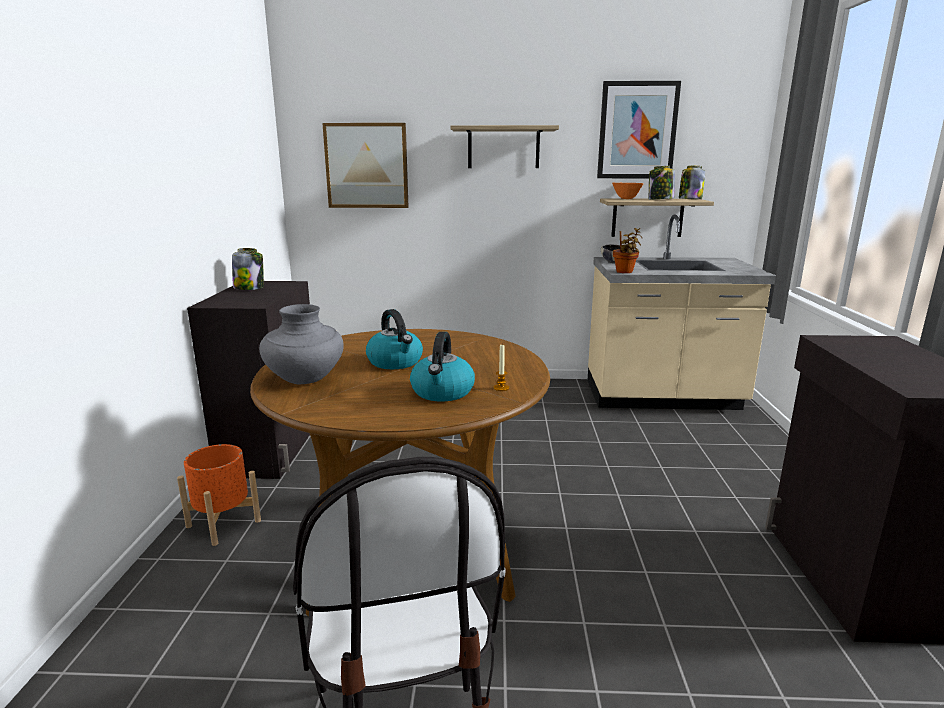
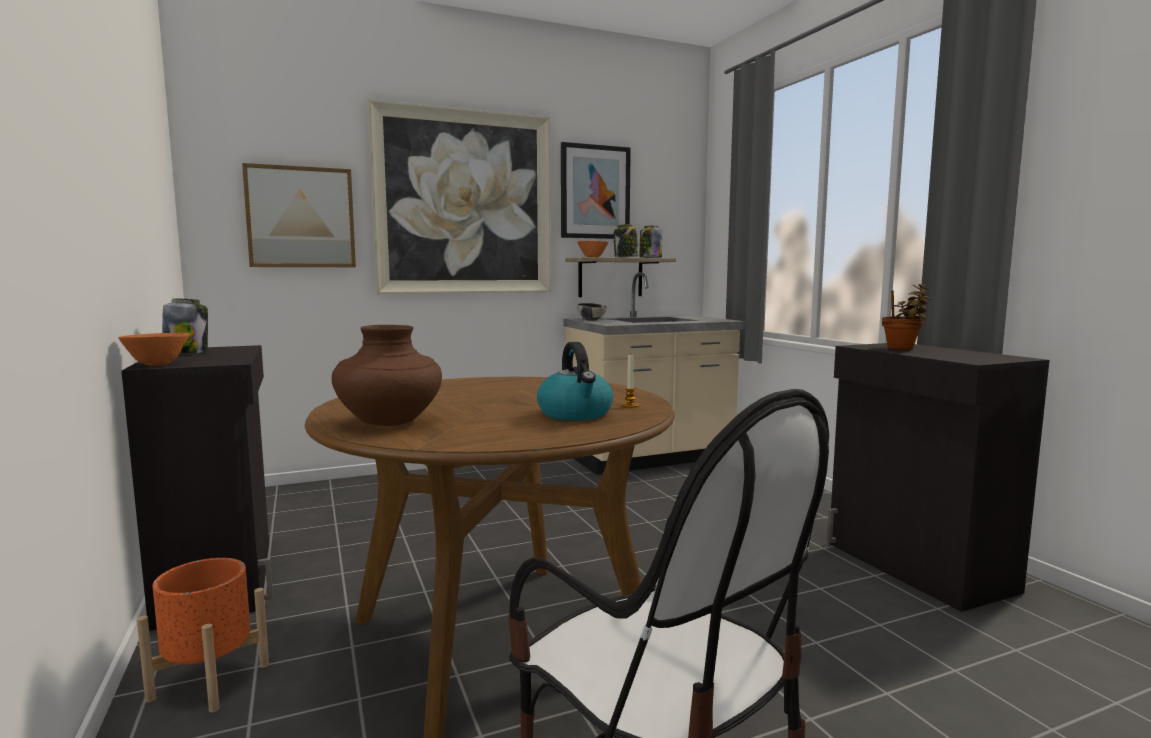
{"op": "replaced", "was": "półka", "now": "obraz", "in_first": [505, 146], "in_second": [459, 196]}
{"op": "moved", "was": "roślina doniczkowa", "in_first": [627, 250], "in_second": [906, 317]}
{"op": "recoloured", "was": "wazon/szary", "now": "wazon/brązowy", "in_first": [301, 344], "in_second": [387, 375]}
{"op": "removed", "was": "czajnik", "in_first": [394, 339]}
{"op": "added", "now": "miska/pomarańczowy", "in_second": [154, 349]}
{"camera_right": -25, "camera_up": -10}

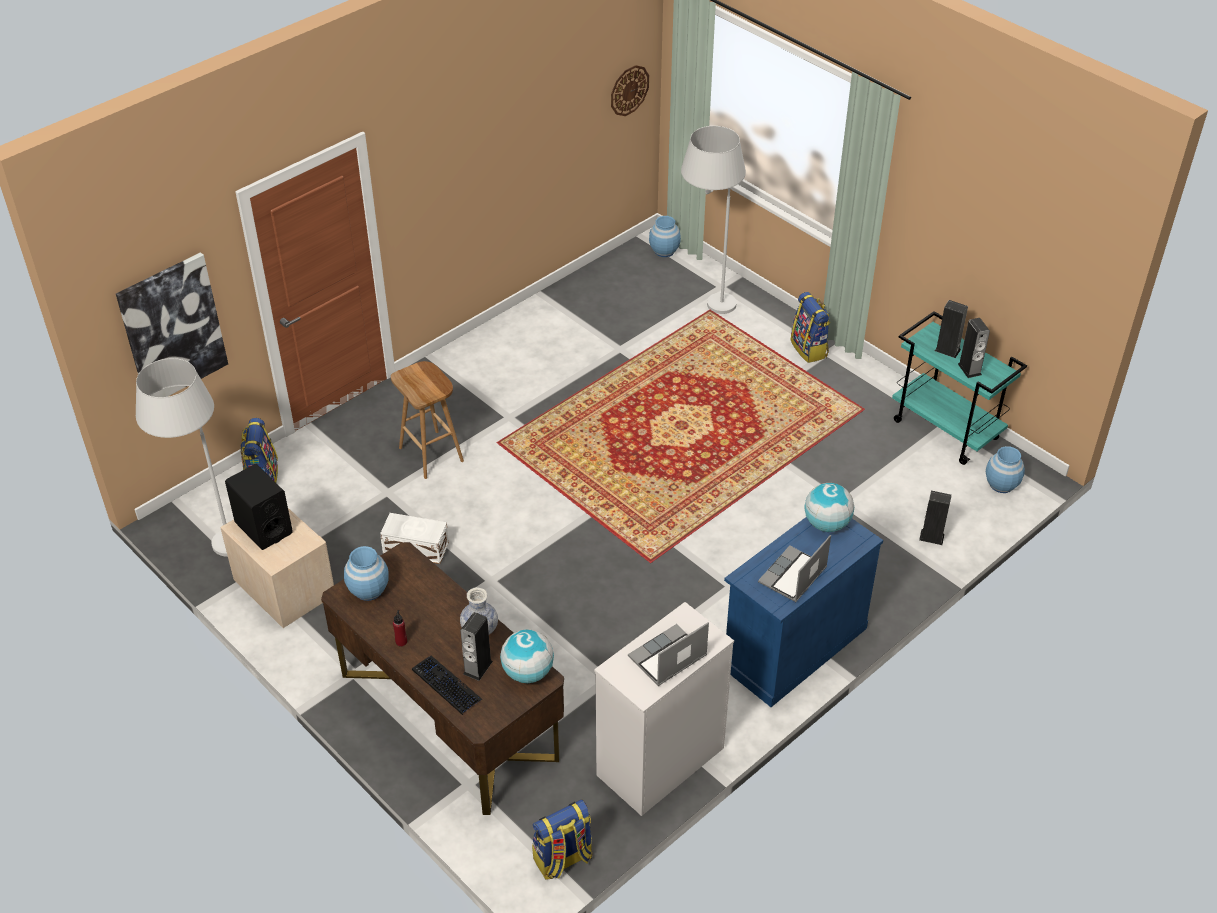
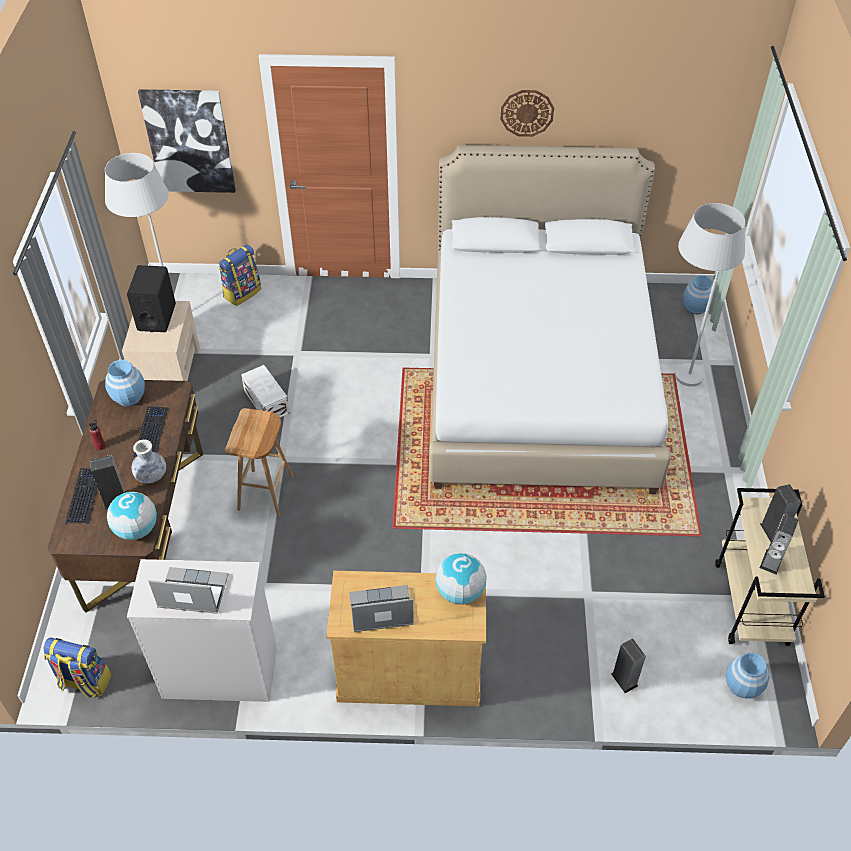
{"op": "moved", "was": "zegar ścienny", "in_first": [630, 90], "in_second": [527, 113]}
{"op": "removed", "was": "plecak", "in_first": [811, 327]}
{"op": "recoloured", "was": "wózek/turkusowy", "now": "wózek/beżowy", "in_first": [959, 388], "in_second": [770, 567]}
{"op": "moved", "was": "stołek/brązowy", "in_first": [427, 420], "in_second": [259, 462]}
{"op": "recoloured", "was": "szafka/niebieski", "now": "szafka/beżowy", "in_first": [803, 612], "in_second": [406, 639]}
{"op": "added", "now": "łóżko/biały", "in_second": [550, 319]}
{"op": "added", "now": "klawiatura", "in_second": [151, 431]}
{"camera_right": 45, "camera_up": 5}

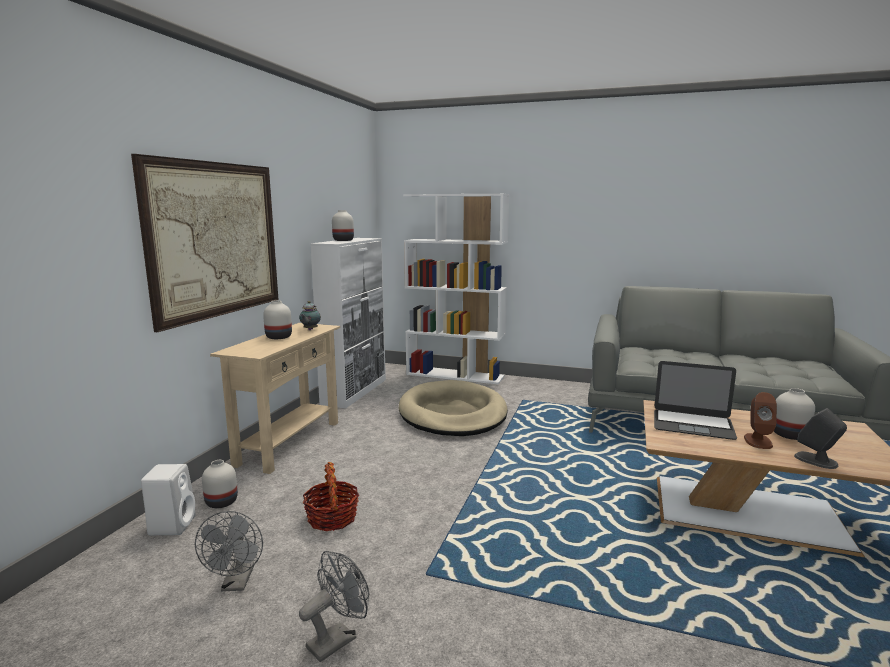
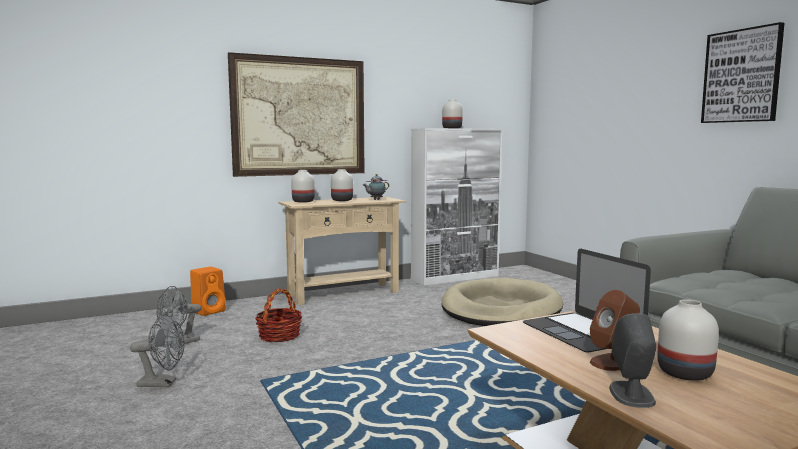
{"op": "removed", "was": "regał/biały", "in_first": [456, 289]}
{"op": "moved", "was": "wazon/biały", "in_first": [220, 484], "in_second": [303, 186]}
{"op": "recoloured", "was": "głośnik/biały", "now": "głośnik/pomarańczowy", "in_first": [168, 499], "in_second": [208, 291]}
{"op": "added", "now": "obraz", "in_second": [743, 72]}
{"camera_right": 45, "camera_up": -5}

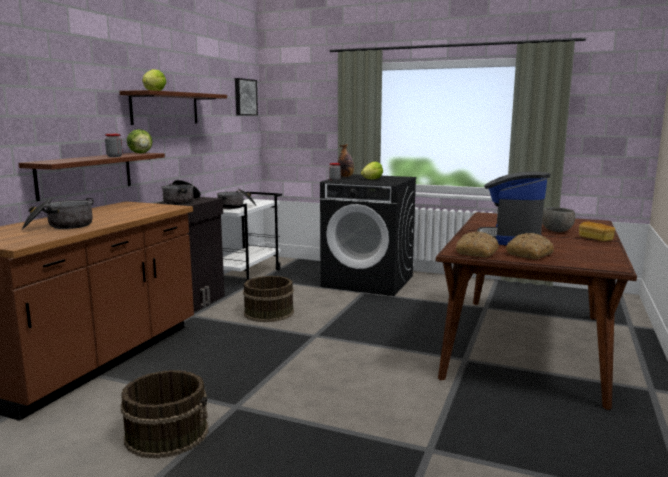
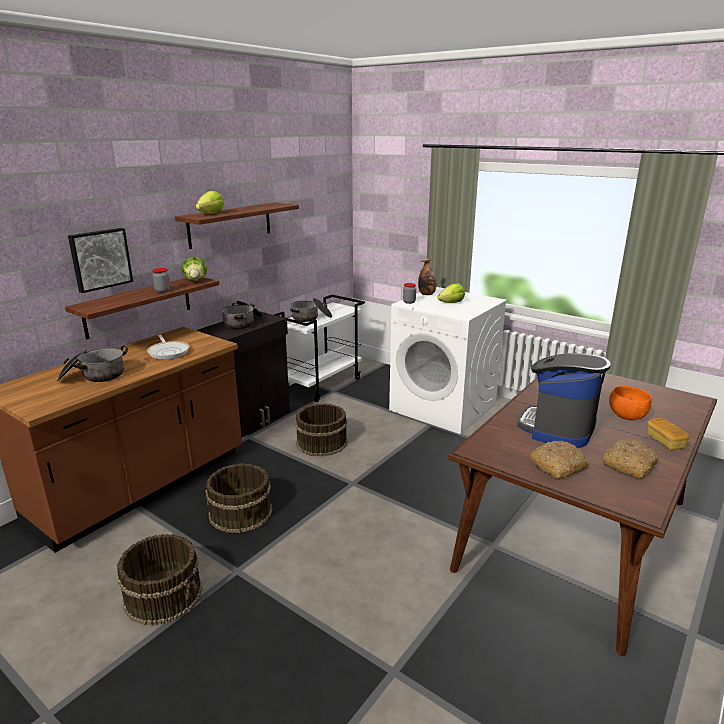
{"op": "moved", "was": "obraz", "in_first": [246, 97], "in_second": [100, 260]}
{"op": "recoloured", "was": "pralka/czarny", "now": "pralka/biały", "in_first": [368, 235], "in_second": [448, 360]}
{"op": "recoloured", "was": "miska/szary", "now": "miska/pomarańczowy", "in_first": [558, 219], "in_second": [630, 403]}
{"op": "moved", "was": "chleb", "in_first": [477, 244], "in_second": [630, 459]}
{"op": "added", "now": "patelnia", "in_second": [168, 347]}
{"op": "added", "now": "wiadro/brązowy", "in_second": [238, 498]}
{"camera_right": 15, "camera_up": 10}

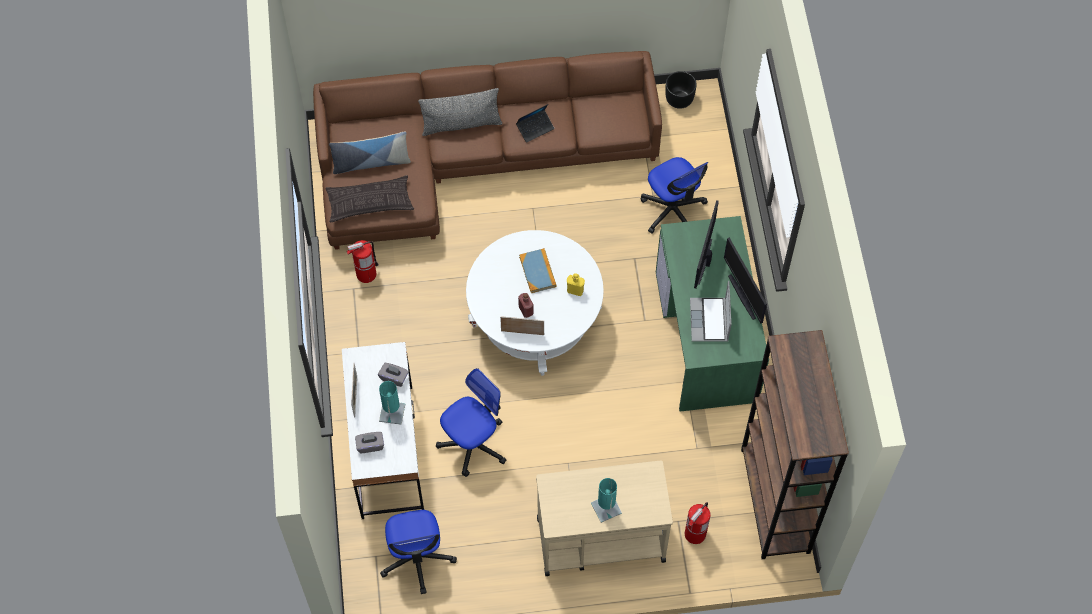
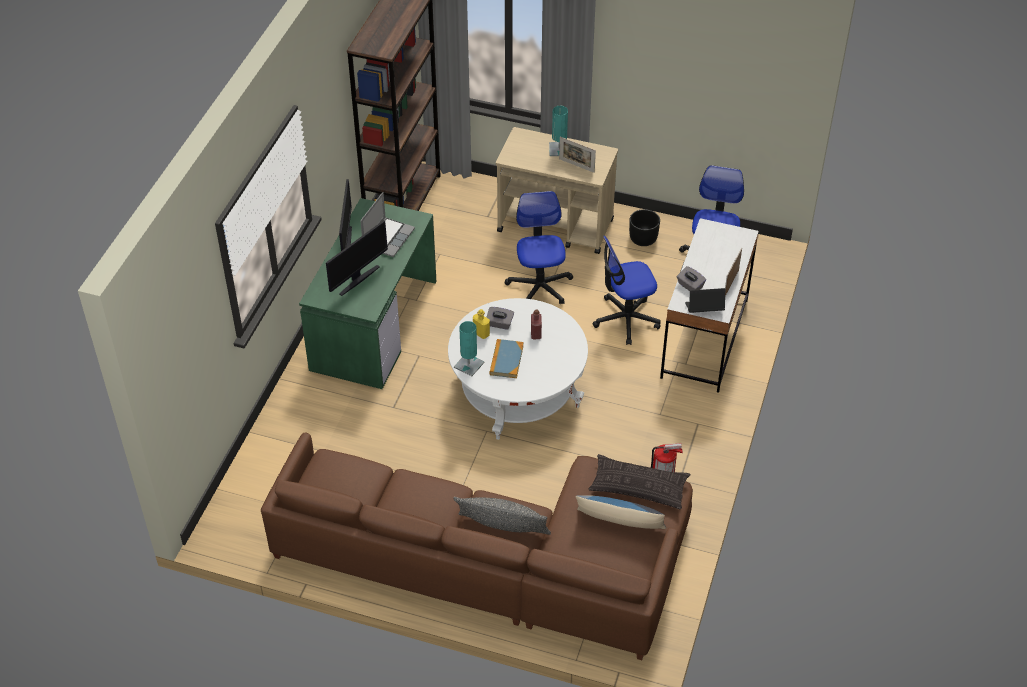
{"op": "moved", "was": "donica/czarny", "in_first": [681, 90], "in_second": [644, 227]}
{"op": "moved", "was": "laptop", "in_first": [535, 123], "in_second": [705, 300]}
{"op": "moved", "was": "krzesło biurowe", "in_first": [674, 195], "in_second": [539, 247]}
{"op": "moved", "was": "ramka na zdjęcie", "in_first": [522, 325], "in_second": [577, 155]}
{"op": "moved", "was": "lampa stołowa/turkusowy", "in_first": [392, 403], "in_second": [469, 348]}
{"op": "moved", "was": "pudełko chusteczek/szary", "in_first": [369, 442], "in_second": [500, 318]}
{"op": "removed", "was": "gaśnica", "in_first": [698, 523]}
{"camera_right": -155, "camera_up": -15}

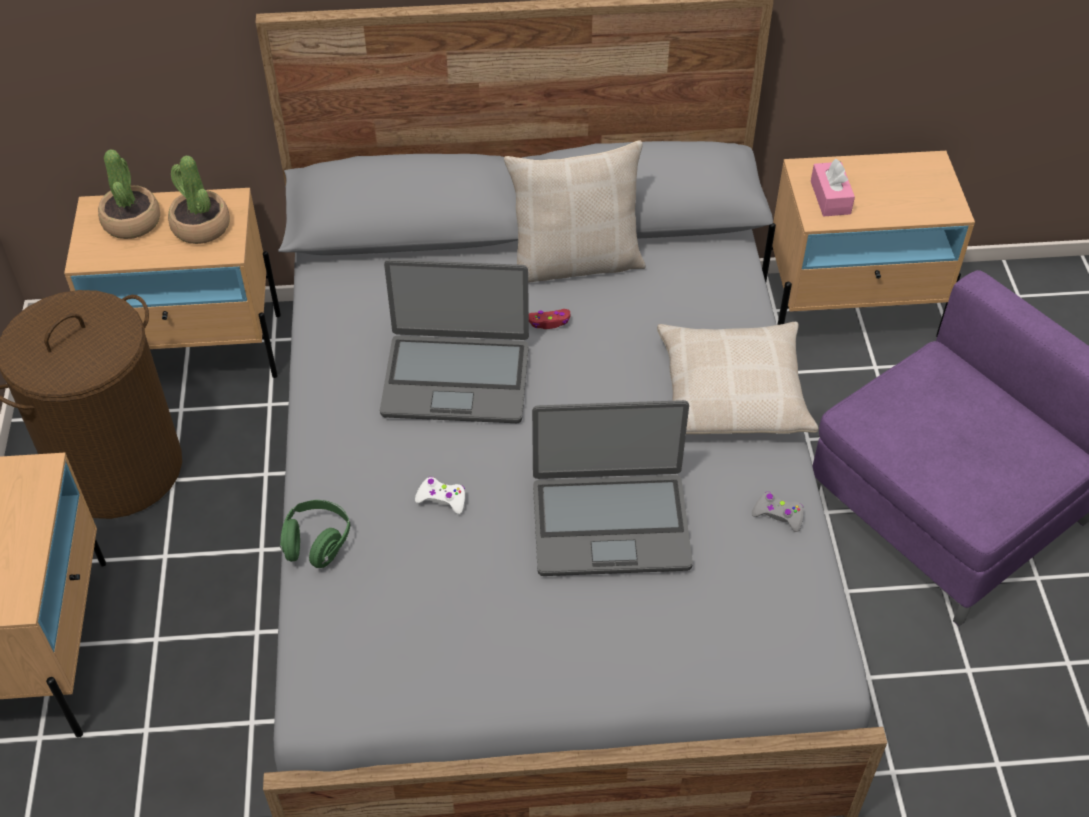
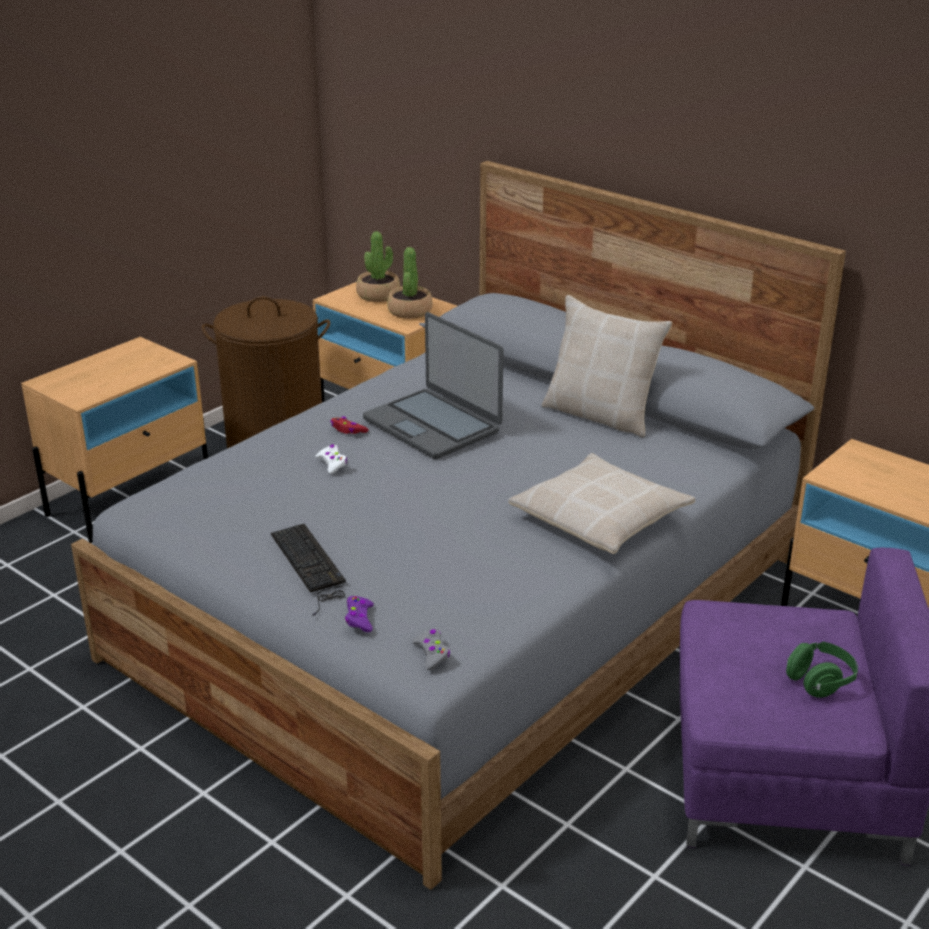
{"op": "removed", "was": "pudełko chusteczek/różowy", "in_first": [833, 187]}
{"op": "moved", "was": "pad do gier/czerwony", "in_first": [549, 319], "in_second": [349, 425]}
{"op": "removed", "was": "laptop", "in_first": [612, 488]}
{"op": "moved", "was": "pad do gier/szary", "in_first": [777, 512], "in_second": [431, 649]}
{"op": "moved", "was": "słuchawki/zielony", "in_first": [315, 534], "in_second": [822, 670]}
{"op": "added", "now": "klawiatura", "in_second": [308, 570]}
{"op": "added", "now": "pad do gier/fioletowy", "in_second": [359, 614]}
{"camera_right": 45, "camera_up": -20}

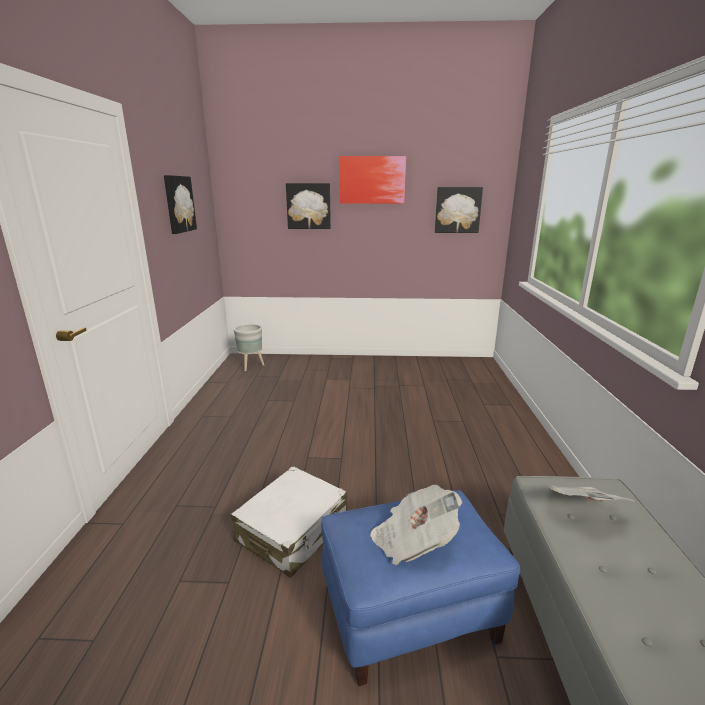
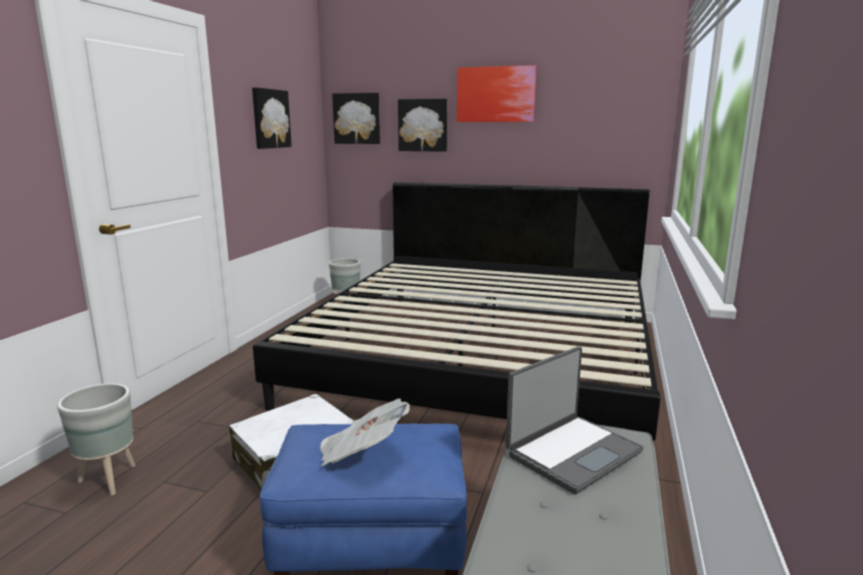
{"op": "moved", "was": "obraz", "in_first": [459, 210], "in_second": [356, 118]}
{"op": "replaced", "was": "gazeta", "now": "laptop", "in_first": [592, 493], "in_second": [575, 420]}
{"op": "added", "now": "łóżko", "in_second": [457, 311]}
{"op": "added", "now": "donica/szary", "in_second": [96, 439]}
{"camera_right": 15, "camera_up": -5}

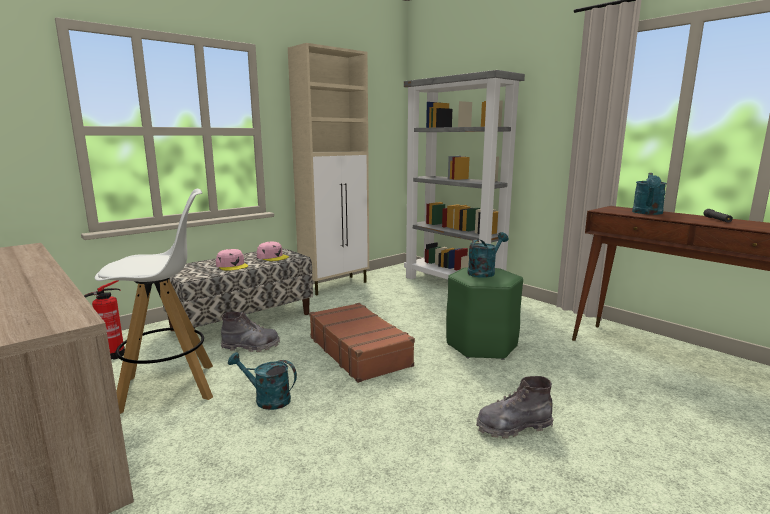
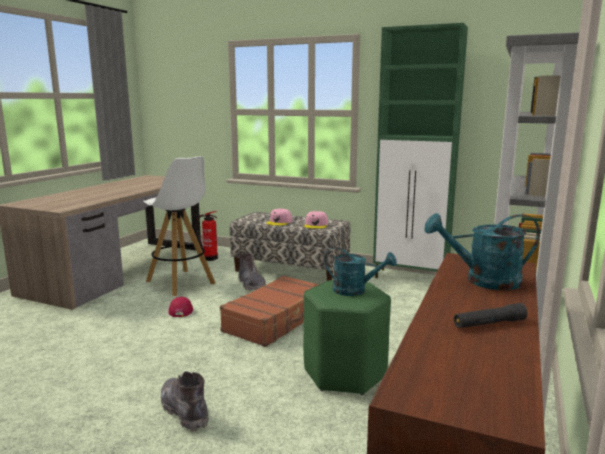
{"op": "recoloured", "was": "szafka/beżowy", "now": "szafka/zielony", "in_first": [328, 169], "in_second": [420, 150]}
{"op": "replaced", "was": "konewka/turkusowy", "now": "czapka z daszkiem/czerwony", "in_first": [262, 381], "in_second": [180, 307]}
{"camera_right": 65, "camera_up": 0}

